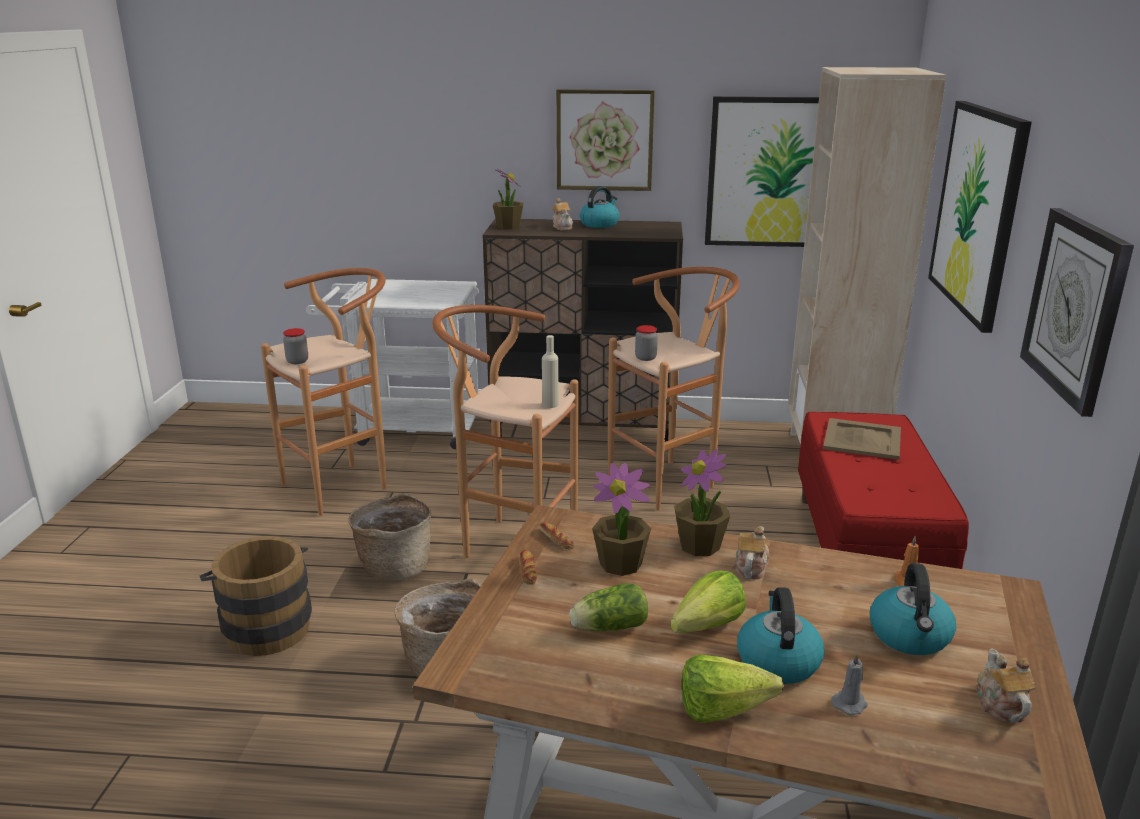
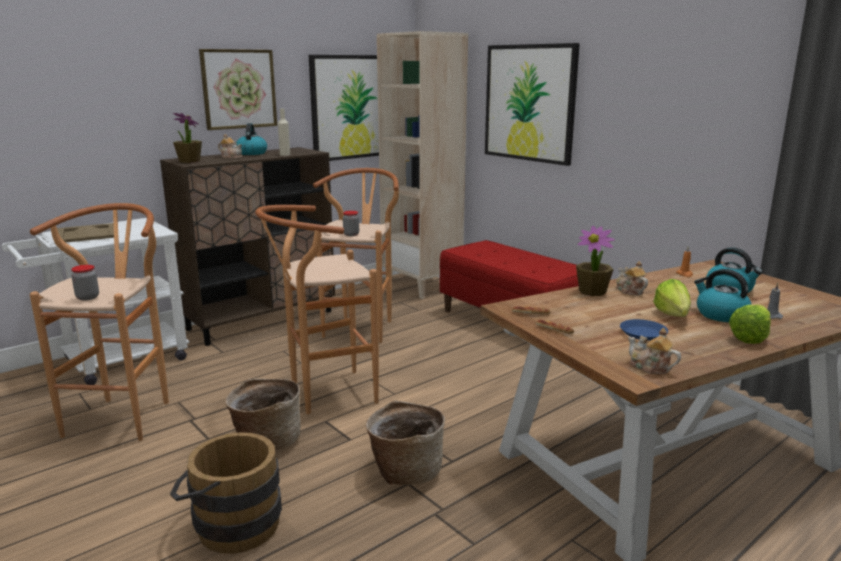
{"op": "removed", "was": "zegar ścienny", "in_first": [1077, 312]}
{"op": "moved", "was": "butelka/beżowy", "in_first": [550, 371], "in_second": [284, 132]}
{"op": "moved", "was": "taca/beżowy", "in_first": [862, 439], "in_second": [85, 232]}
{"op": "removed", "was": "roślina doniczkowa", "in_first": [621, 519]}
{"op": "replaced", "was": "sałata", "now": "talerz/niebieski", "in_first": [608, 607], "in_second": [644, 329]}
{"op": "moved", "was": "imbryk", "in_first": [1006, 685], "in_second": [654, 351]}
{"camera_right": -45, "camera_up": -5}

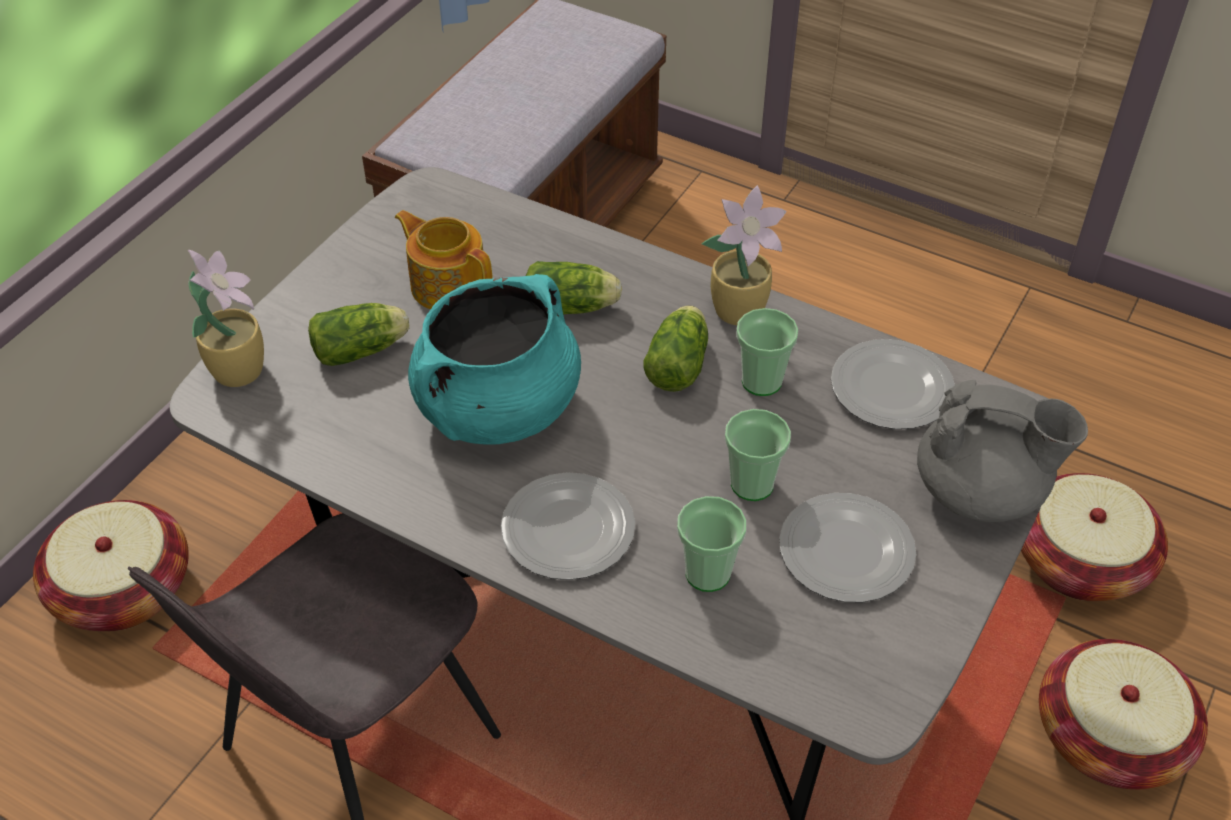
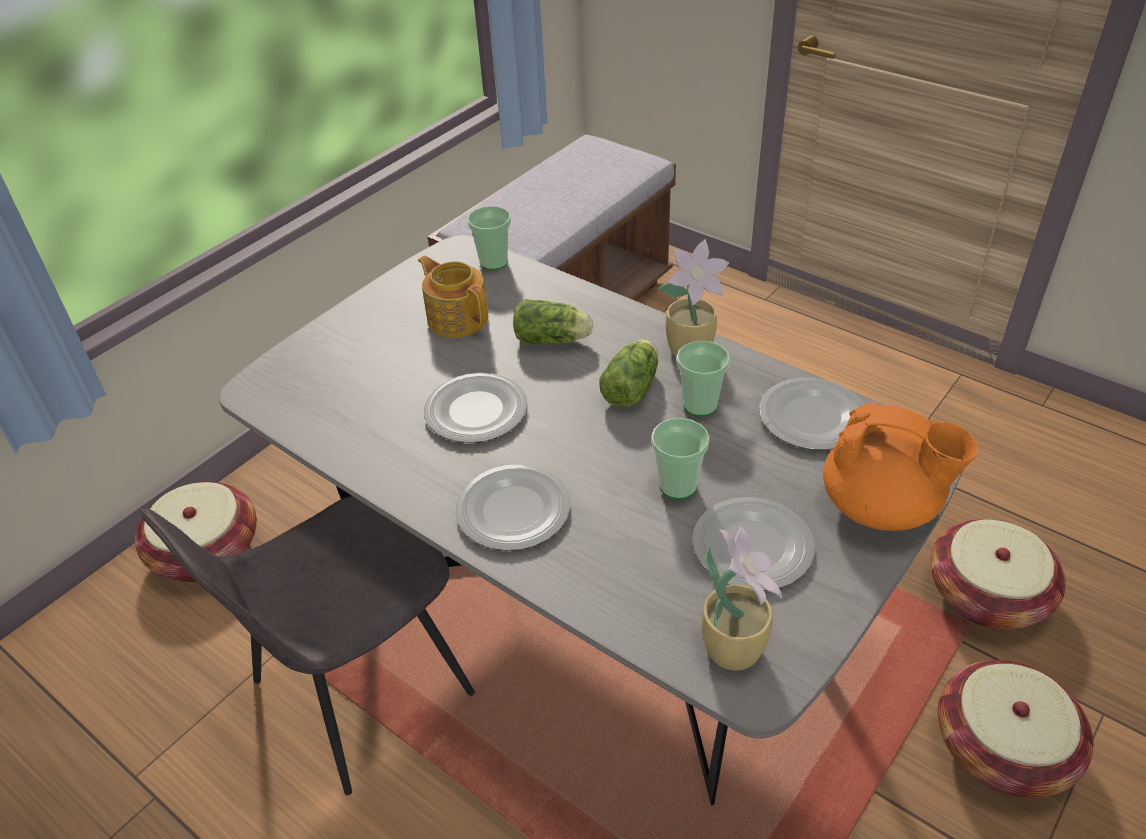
{"op": "moved", "was": "roślina doniczkowa", "in_first": [226, 318], "in_second": [741, 598]}
{"op": "replaced", "was": "garnek/turkusowy", "now": "talerz", "in_first": [494, 359], "in_second": [476, 408]}
{"op": "removed", "was": "sałata", "in_first": [359, 334]}
{"op": "recoloured", "was": "imbryk/szary", "now": "imbryk/pomarańczowy", "in_first": [1002, 451], "in_second": [900, 466]}
{"op": "moved", "was": "filiżanka", "in_first": [711, 544], "in_second": [489, 238]}
{"camera_right": 10, "camera_up": -5}

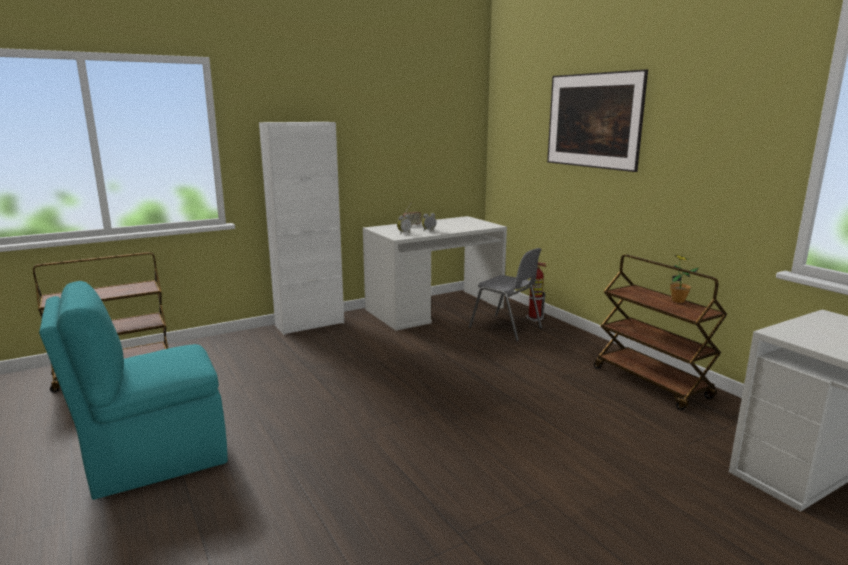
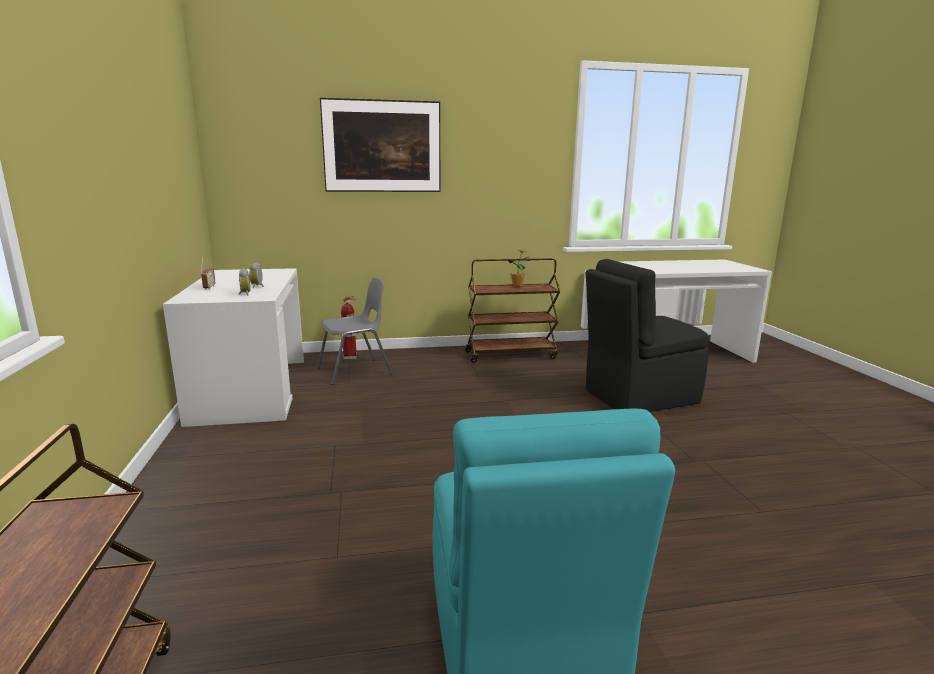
{"op": "removed", "was": "szafka/biały", "in_first": [301, 228]}
{"op": "added", "now": "krzesło/czarny", "in_second": [647, 335]}
{"camera_right": -70, "camera_up": 0}

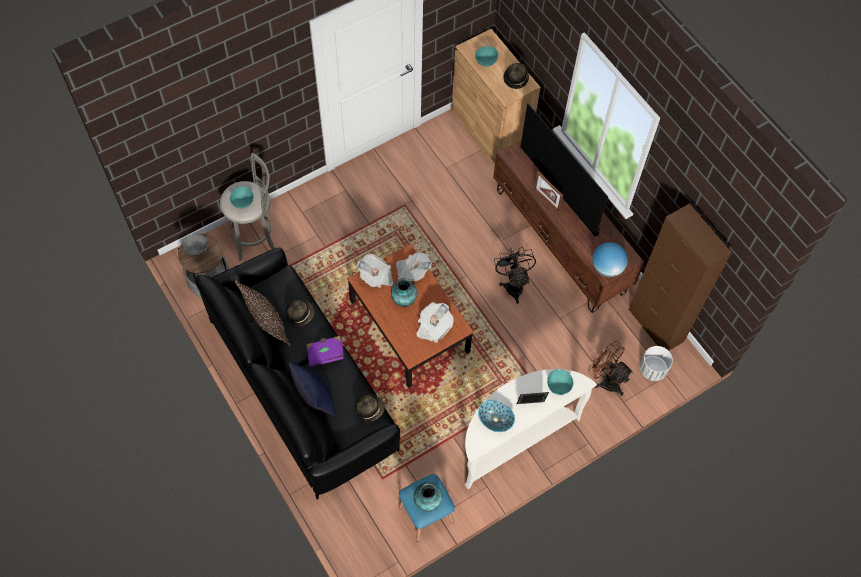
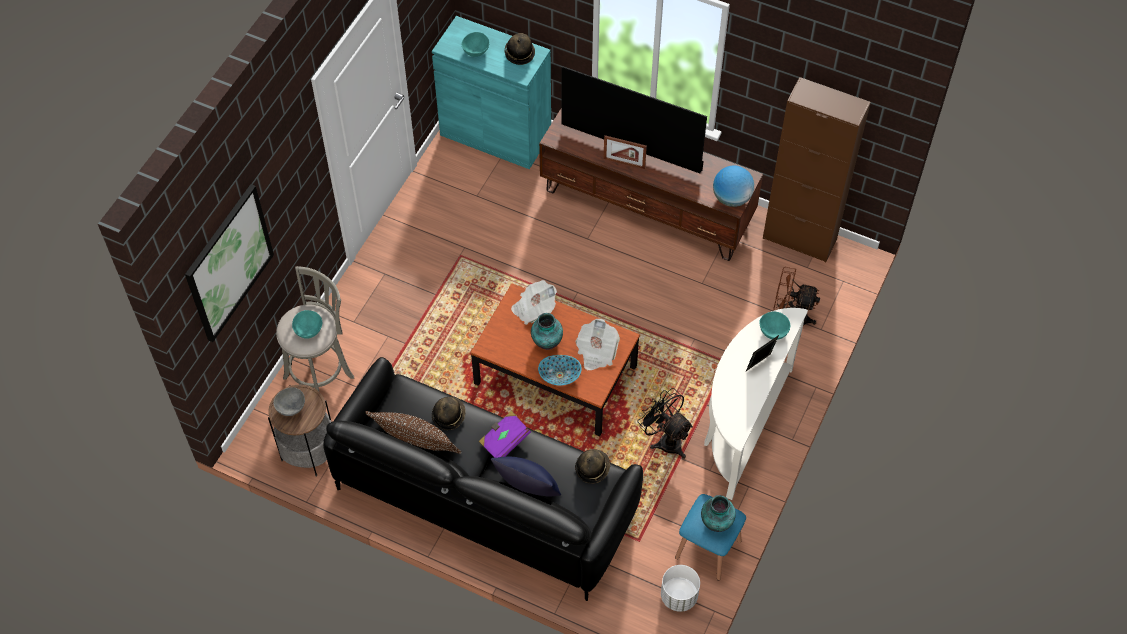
{"op": "recoloured", "was": "szafka/brązowy", "now": "szafka/turkusowy", "in_first": [495, 98], "in_second": [491, 92]}
{"op": "moved", "was": "wentylator/czarny", "in_first": [515, 275], "in_second": [665, 423]}
{"op": "removed", "was": "gazeta", "in_first": [375, 271]}
{"op": "moved", "was": "donica/biały", "in_first": [656, 363], "in_second": [680, 588]}
{"op": "moved", "was": "miska", "in_first": [496, 416], "in_second": [560, 370]}
{"op": "added", "now": "obraz", "in_second": [229, 263]}
{"camera_right": -30, "camera_up": -5}

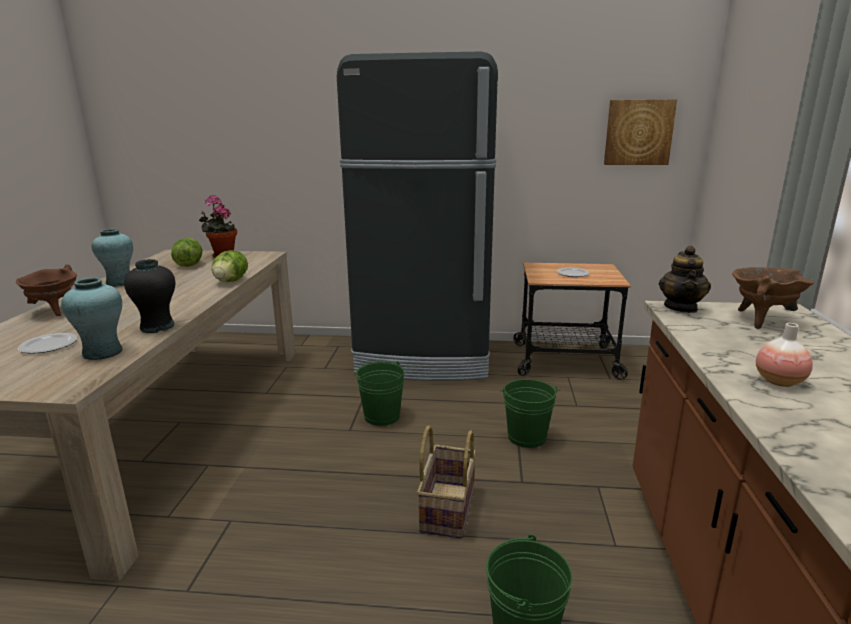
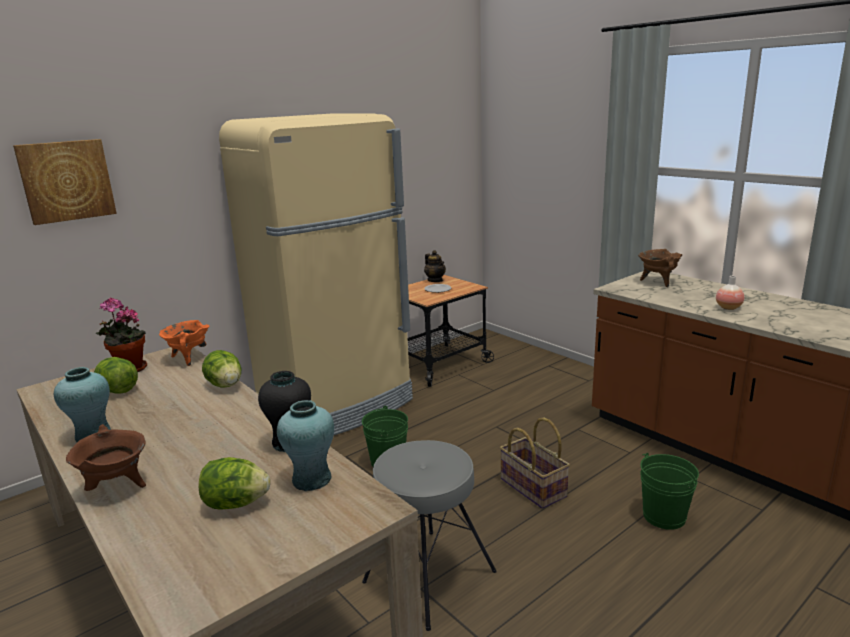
{"op": "recoloured", "was": "lodówka/czarny", "now": "lodówka/beżowy", "in_first": [417, 216], "in_second": [316, 274]}
{"op": "moved", "was": "obraz", "in_first": [640, 132], "in_second": [65, 182]}
{"op": "moved", "was": "imbryk", "in_first": [685, 279], "in_second": [435, 266]}
{"op": "replaced", "was": "talerz", "now": "sałata", "in_first": [48, 343], "in_second": [234, 483]}
{"op": "removed", "was": "wiadro/zielony", "in_first": [530, 413]}
{"op": "added", "now": "garnek/pomarańczowy", "in_second": [184, 343]}
{"op": "added", "now": "stołek/szary", "in_second": [429, 535]}
{"camera_right": -45, "camera_up": 0}

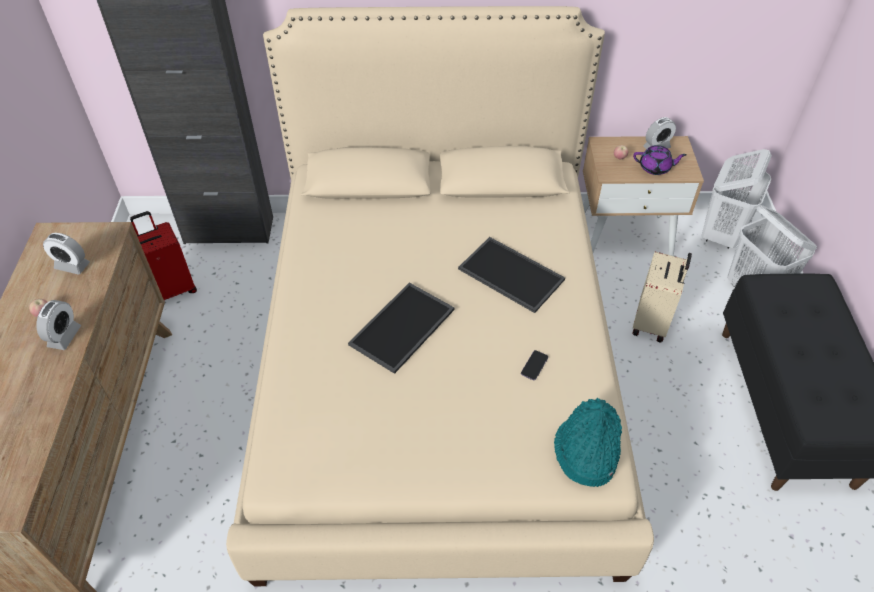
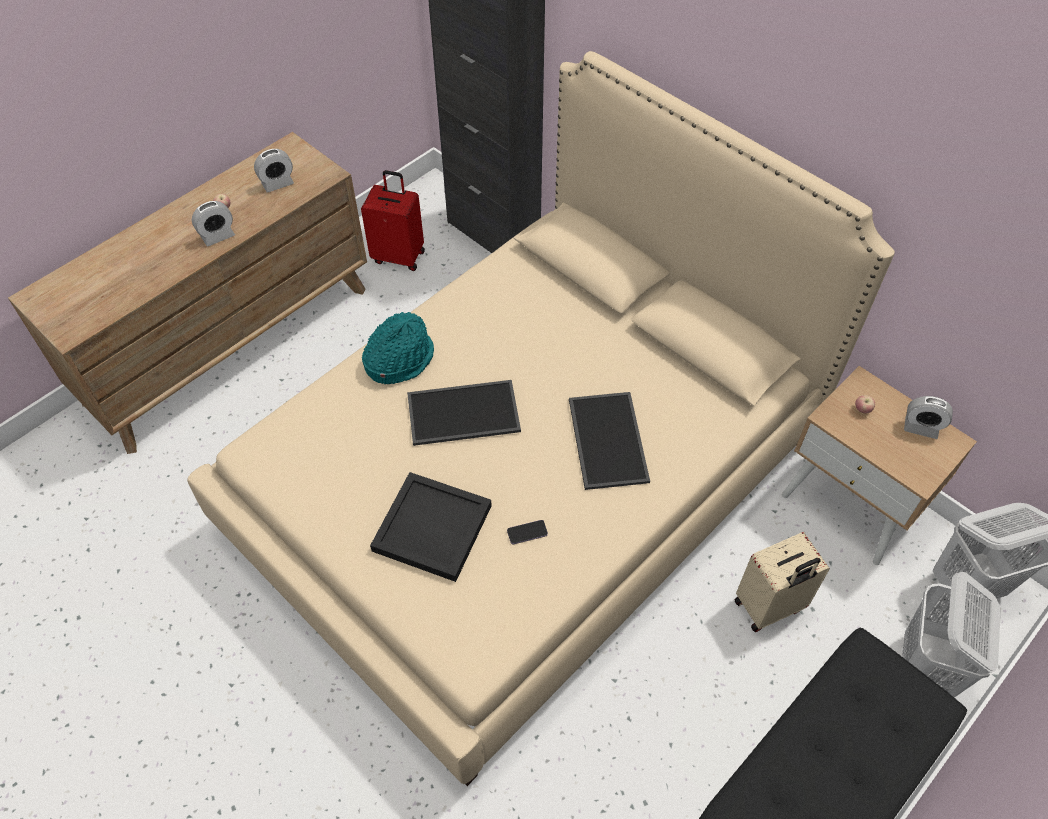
{"op": "removed", "was": "imbryk/fioletowy", "in_first": [660, 160]}
{"op": "turned", "was": "budzik", "in_first": [66, 254], "in_second": [274, 171], "clockwise": -90}
{"op": "moved", "was": "kapelusz/turkusowy", "in_first": [588, 442], "in_second": [398, 348]}
{"op": "added", "now": "taca/czarny", "in_second": [431, 527]}
{"camera_right": 45, "camera_up": 5}

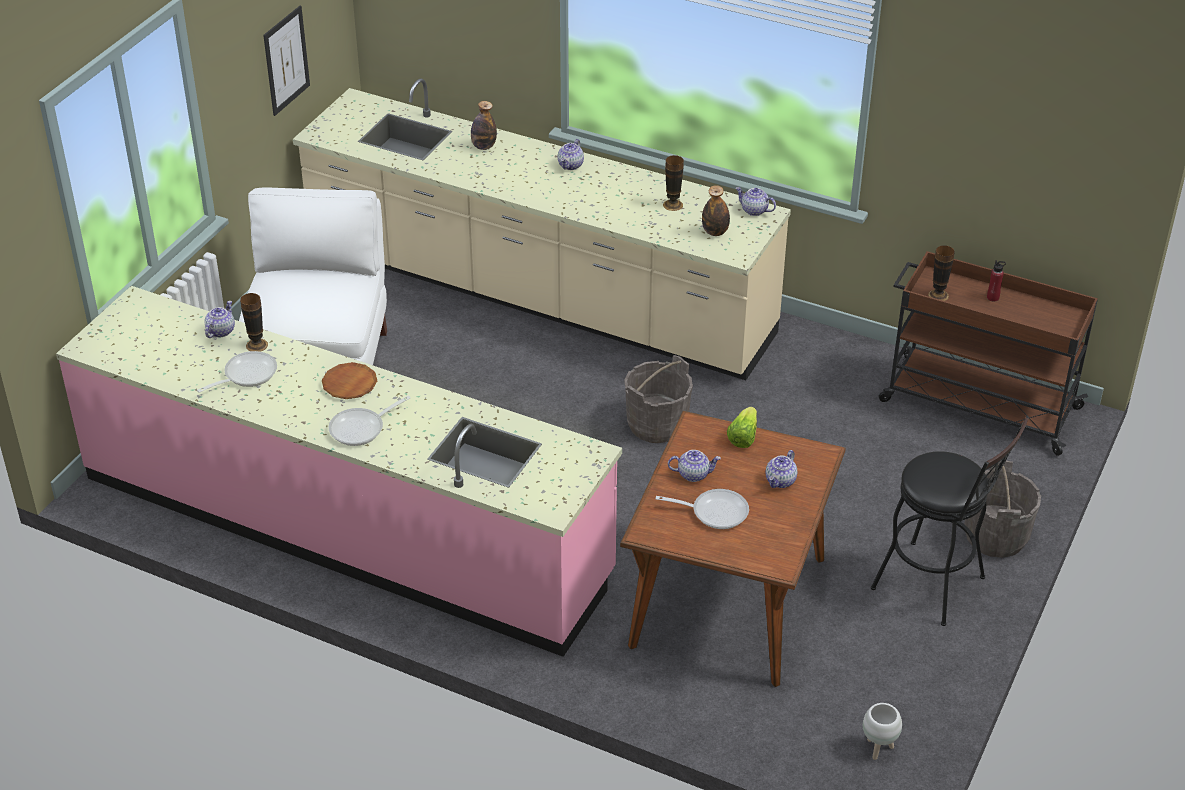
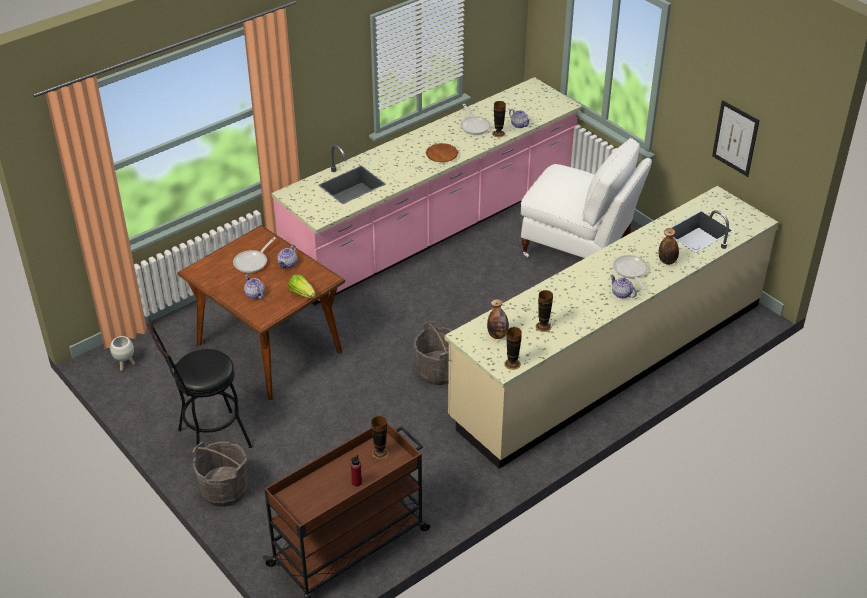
{"op": "replaced", "was": "imbryk", "now": "wazon", "in_first": [756, 201], "in_second": [513, 348]}
{"op": "moved", "was": "patelnia", "in_first": [370, 421], "in_second": [630, 272]}
{"camera_right": 115, "camera_up": 0}

